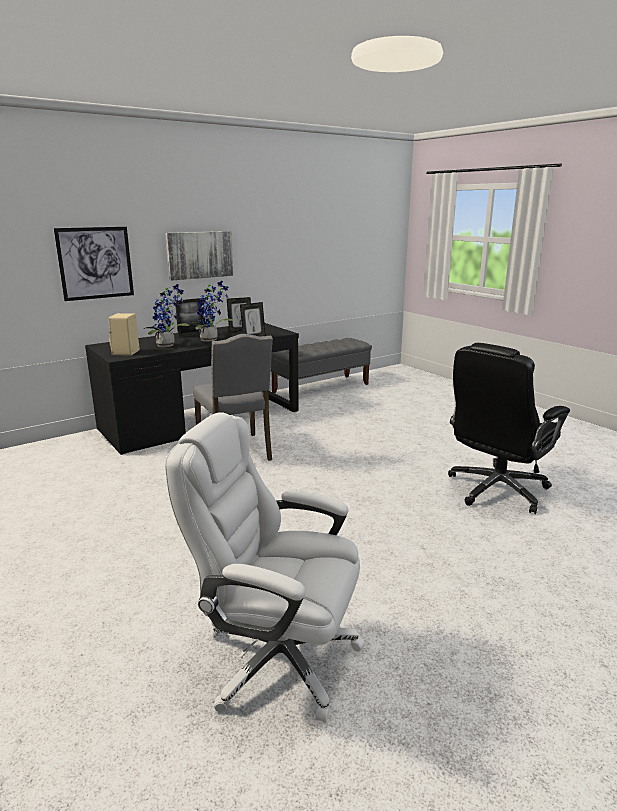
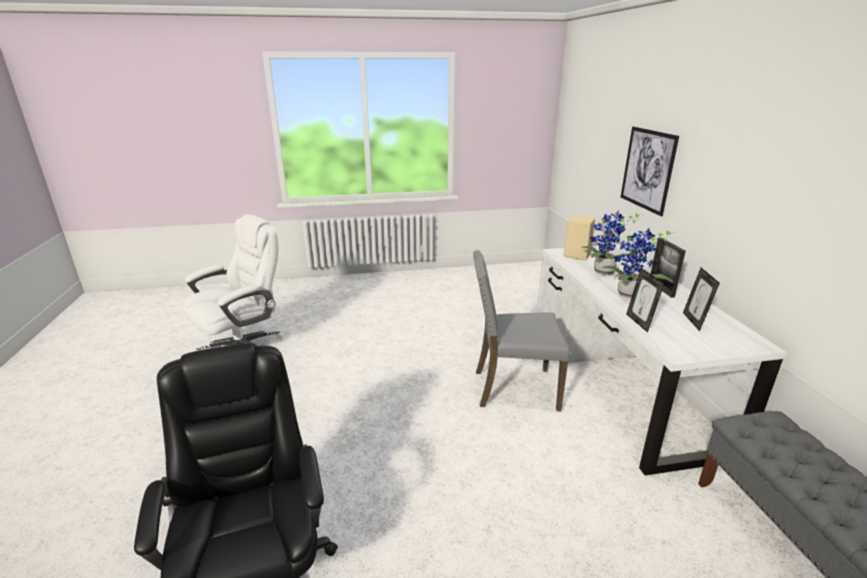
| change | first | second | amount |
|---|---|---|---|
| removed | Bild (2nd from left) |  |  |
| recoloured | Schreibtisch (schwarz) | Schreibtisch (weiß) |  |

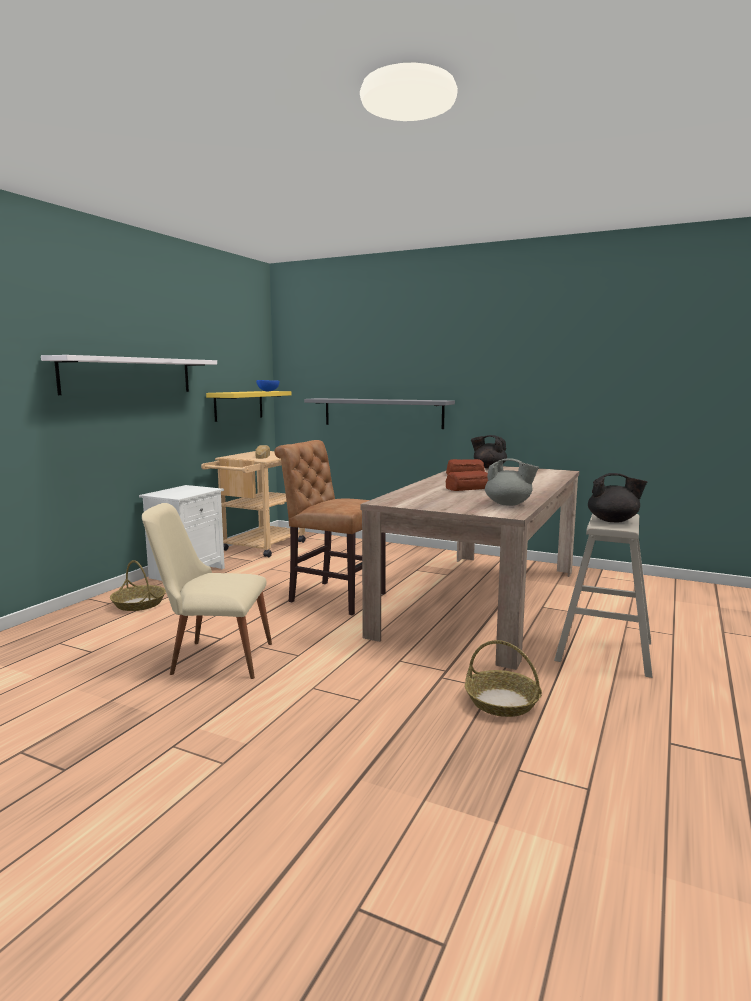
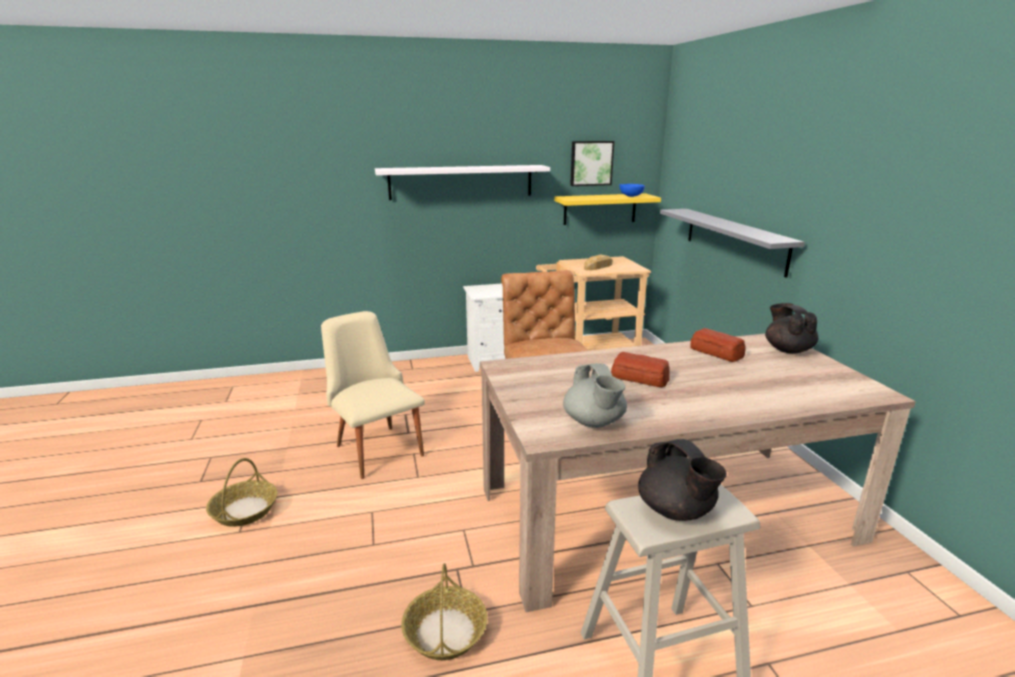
| change | first | second | amount |
|---|---|---|---|
| added |  | Bild |  |
| moved | Korb (1st from left) |  |  |

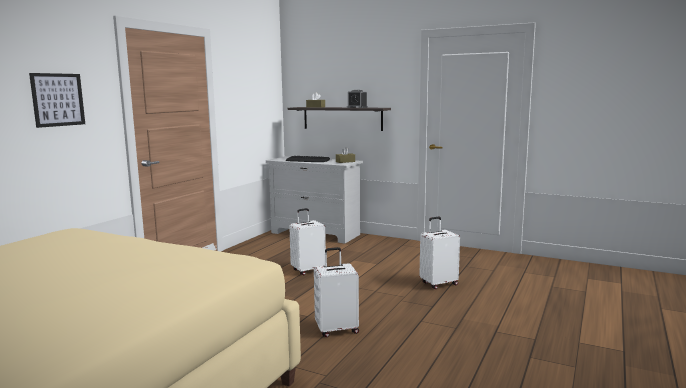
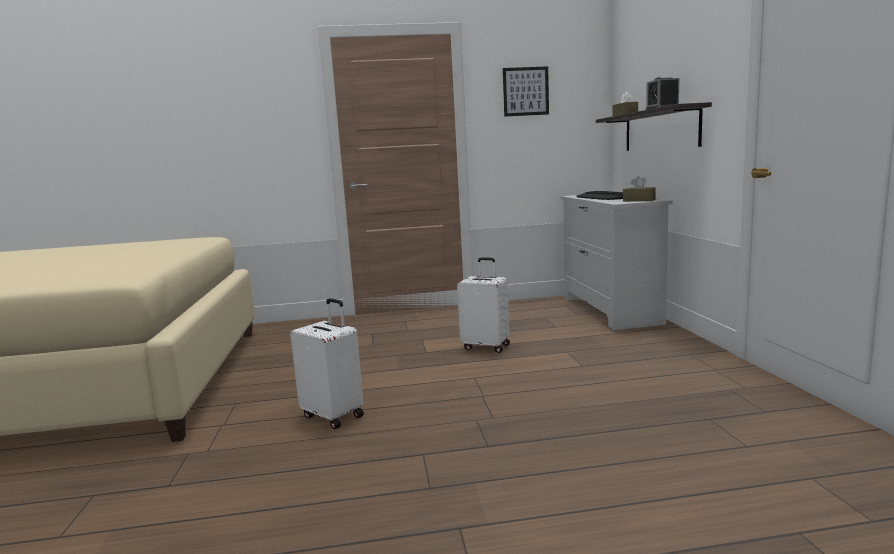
| change | first | second | amount |
|---|---|---|---|
| removed | Koffer (weiß) (3rd from left) |  |  |
| moved | Bild |  |  |

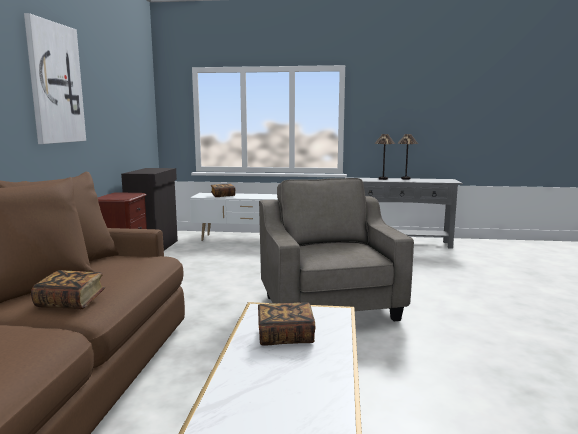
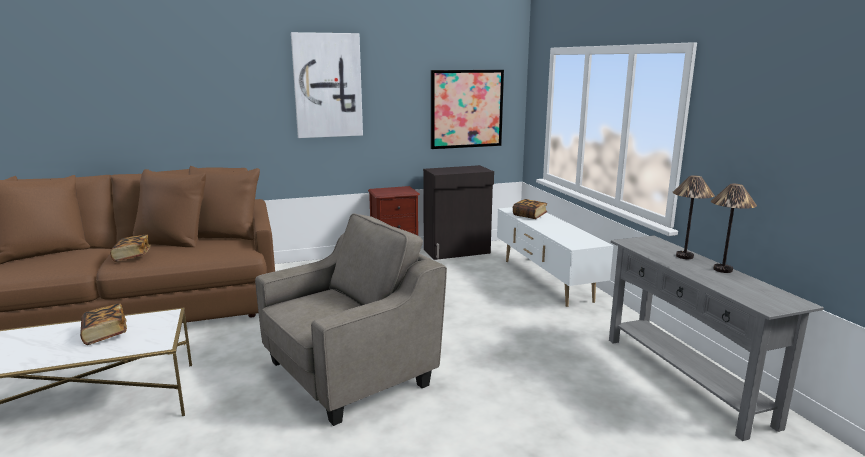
| change | first | second | amount |
|---|---|---|---|
| added |  | Bild (2nd from left) |  |

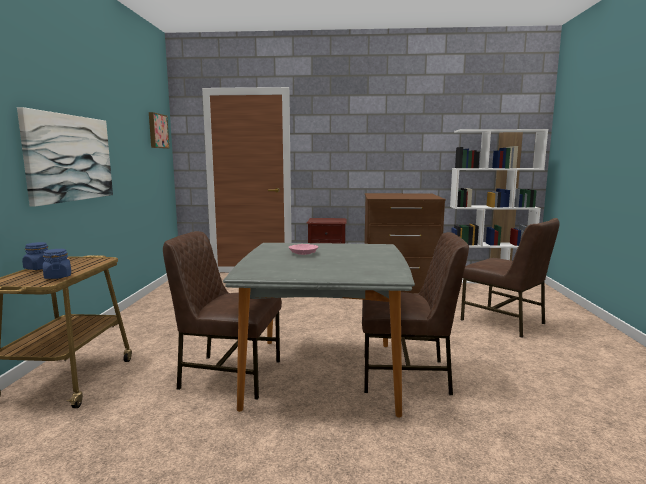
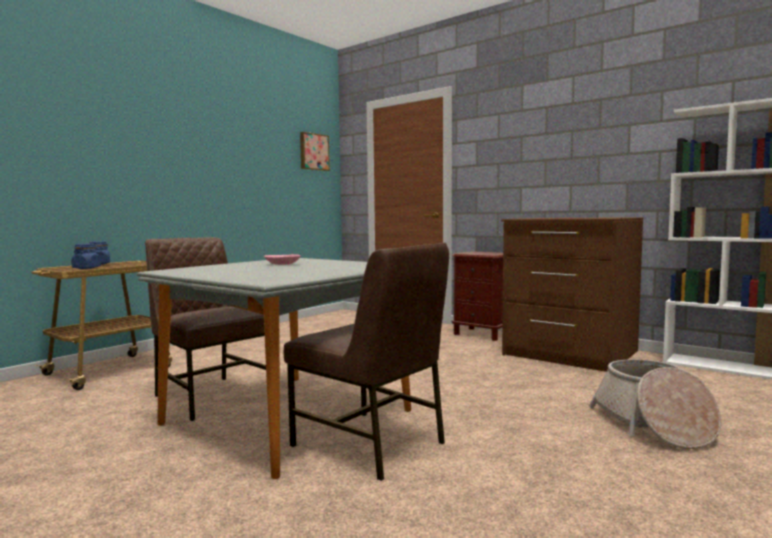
| change | first | second | amount |
|---|---|---|---|
| removed | Bild (1st from left) |  |  |
| replaced | Stuhl (braun) (3rd from left) | Korb |  |

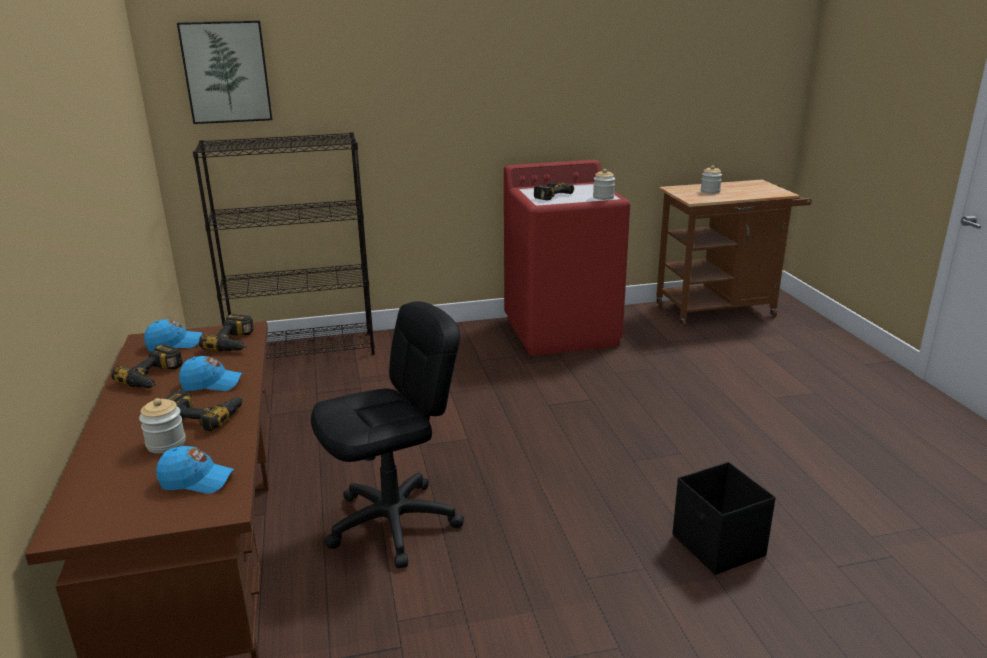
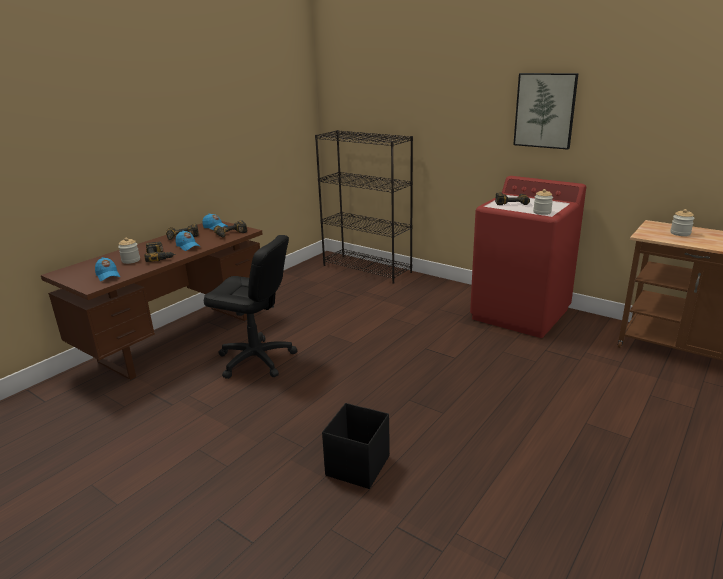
| change | first | second | amount |
|---|---|---|---|
| moved | Bild |  |  |

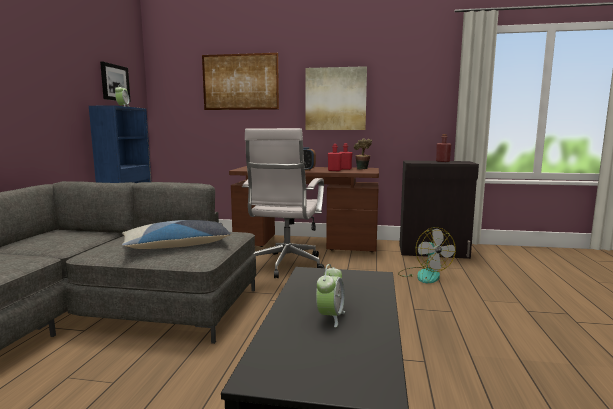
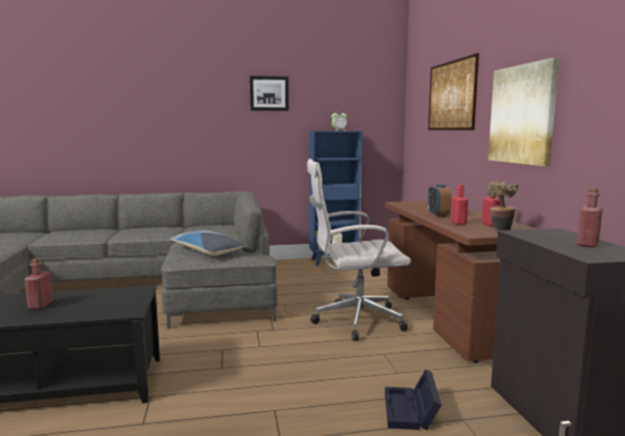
| change | first | second | amount |
|---|---|---|---|
| moved | Bild (1st from left) |  |  |
| replaced | Wecker (3rd from left) | Flasche (rot) (1st from left) |  |
| replaced | Ventilator | Aufbewahrungsbox (schwarz) |  |

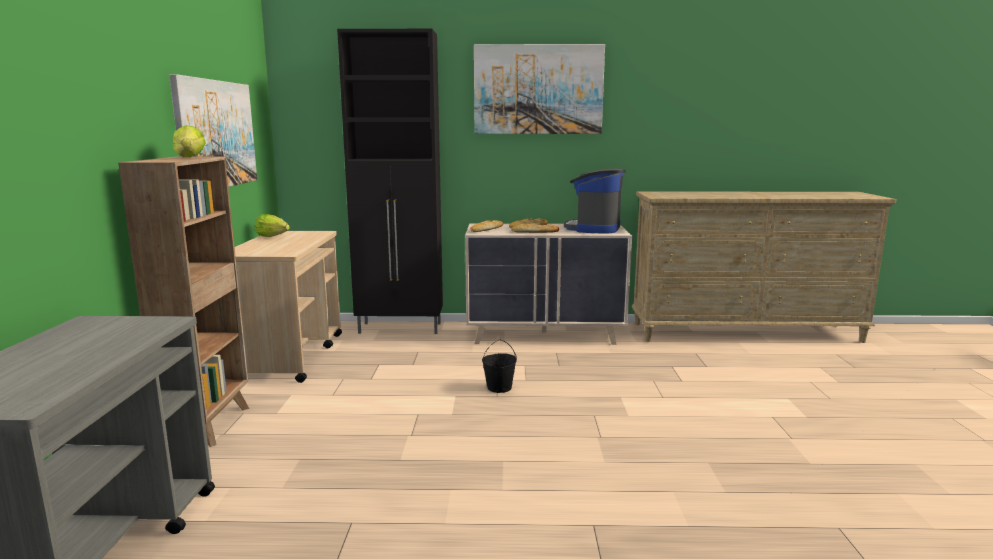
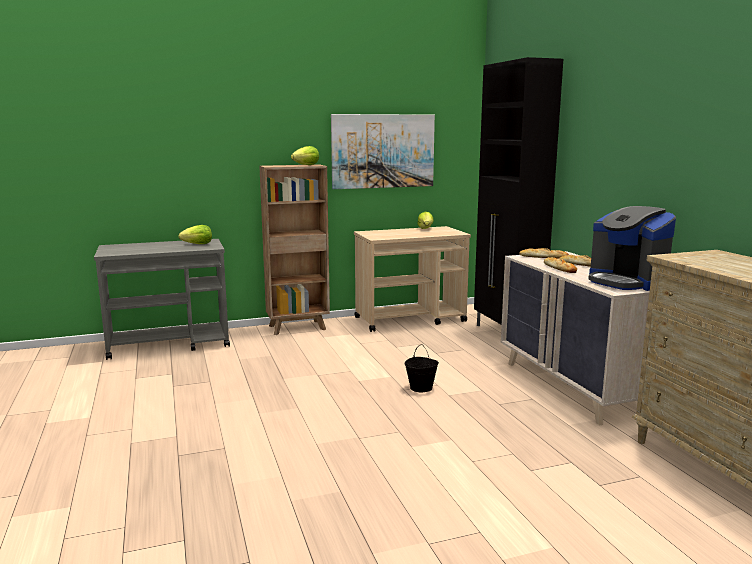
| change | first | second | amount |
|---|---|---|---|
| removed | Bild (2nd from left) |  |  |
| added |  | Salatkopf (1st from left) |  |
| turned | Kaffeemaschine |  | 120 degrees counterclockwise |

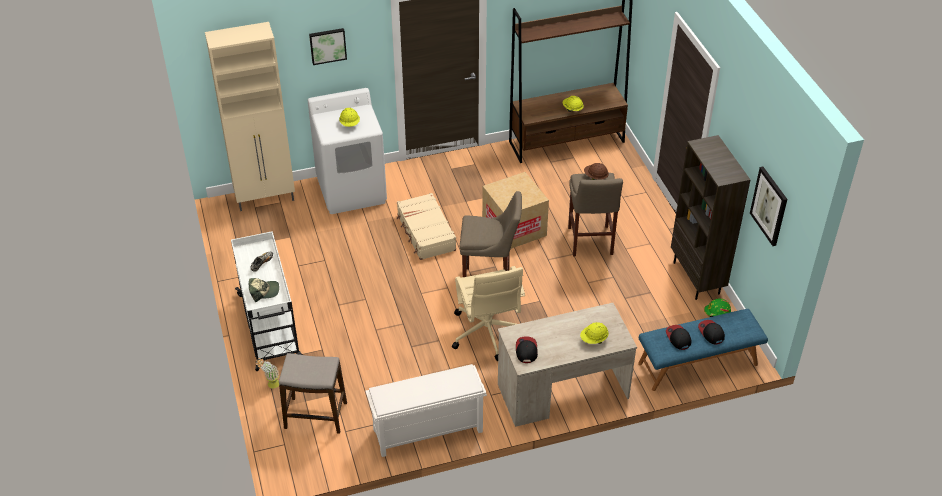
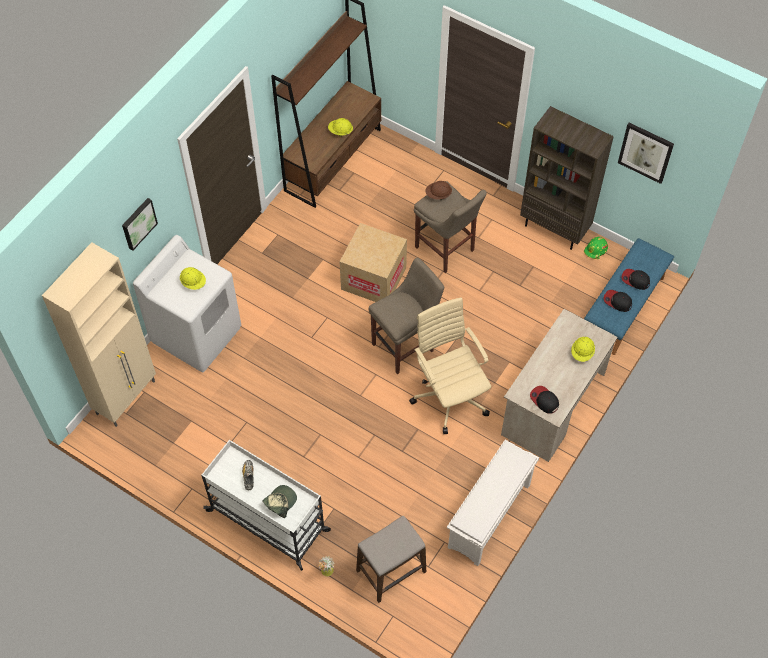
| change | first | second | amount |
|---|---|---|---|
| removed | Koffer (beige) |  |  |
| turned | Bürostuhl (beige) |  | 150 degrees counterclockwise |

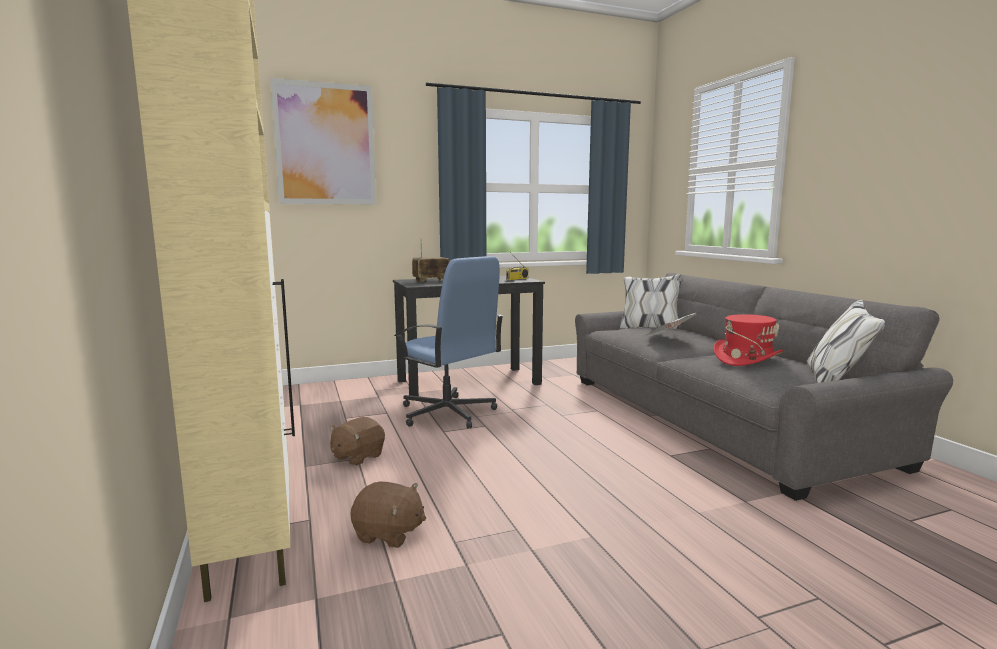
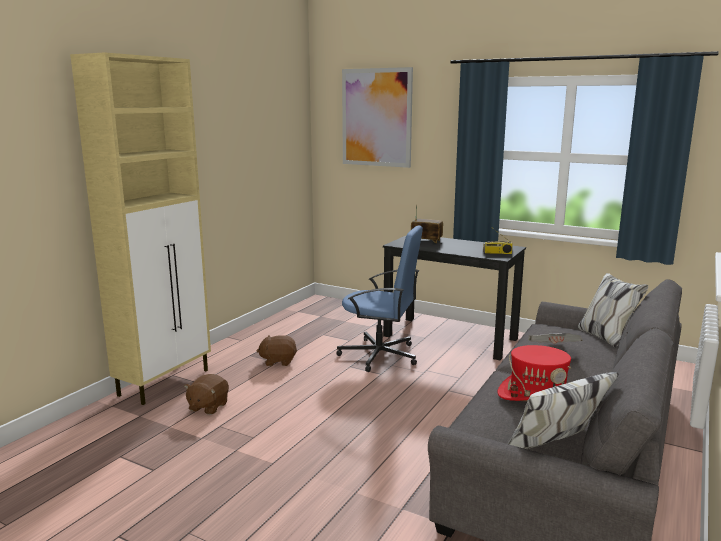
| change | first | second | amount |
|---|---|---|---|
| turned | Plüschtier (braun) (2nd from left in the first image) | Plüschtier (braun) (1st from left) | 45 degrees clockwise |
| turned | Bürostuhl (blau) |  | 75 degrees counterclockwise |

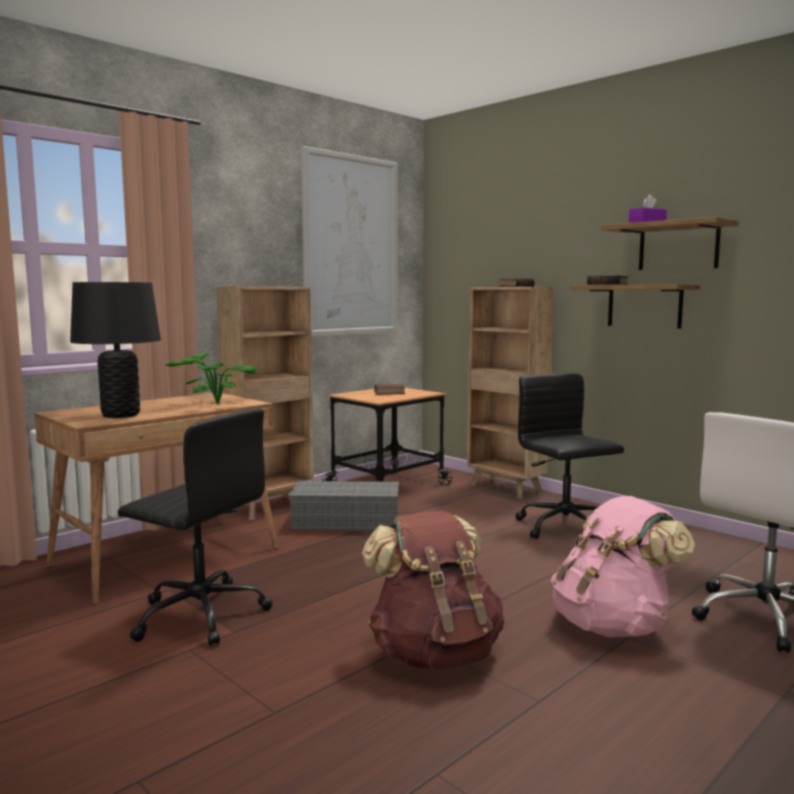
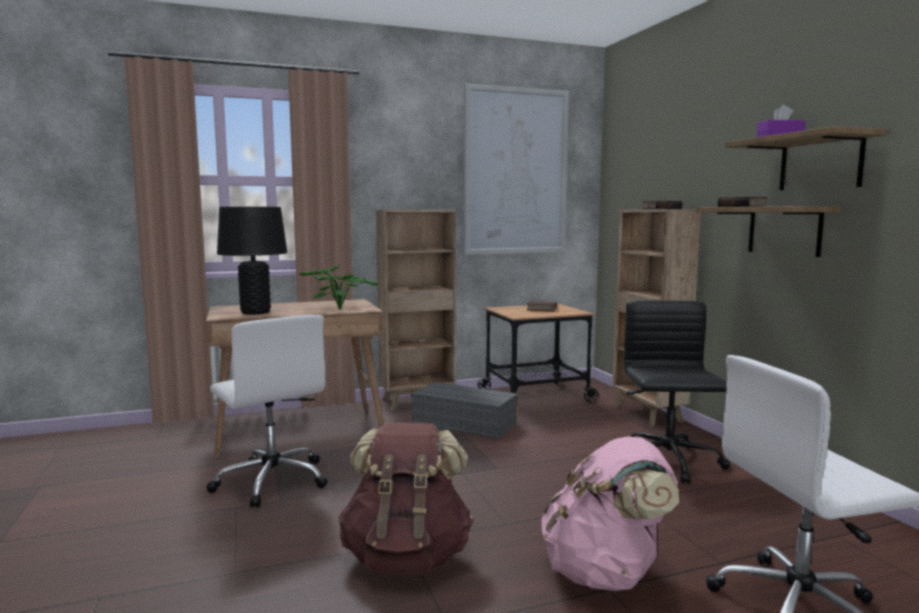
| change | first | second | amount |
|---|---|---|---|
| recoloured | Bürostuhl (schwarz) (1st from left) | Bürostuhl (weiß) (1st from left) |  |

